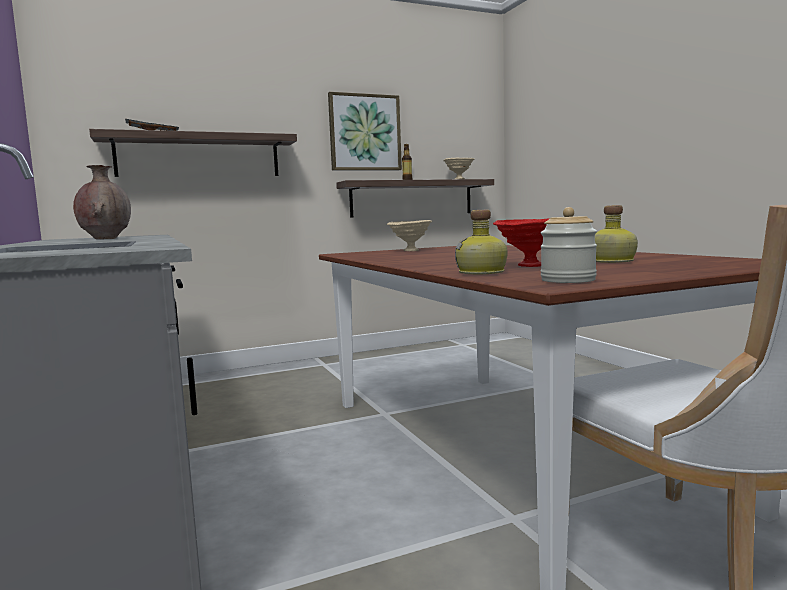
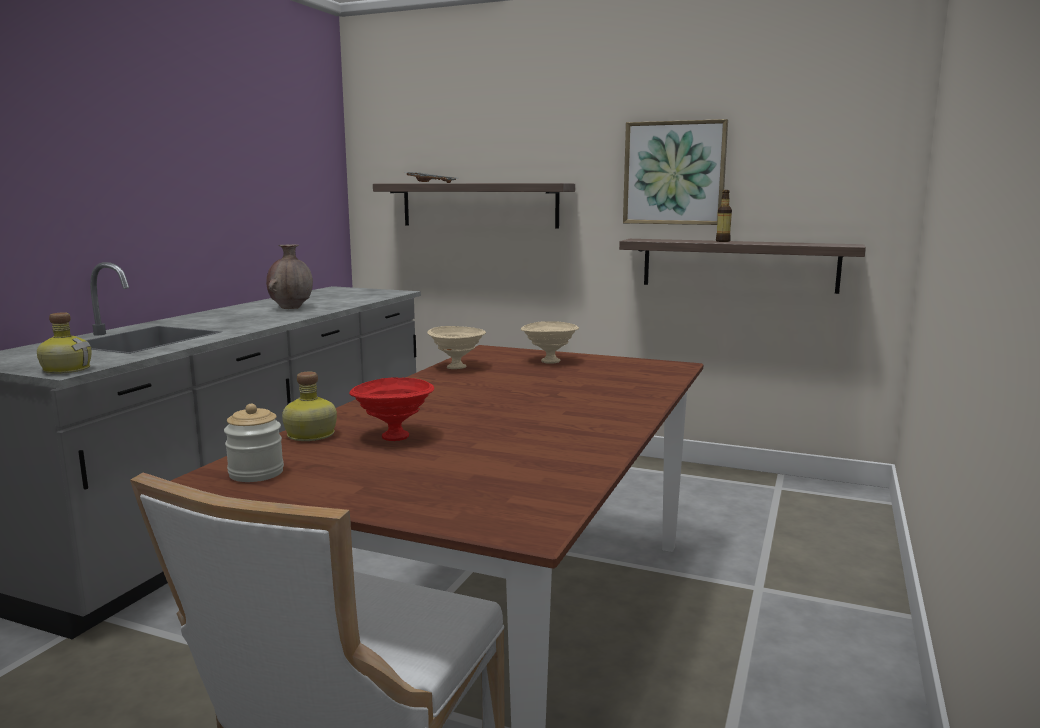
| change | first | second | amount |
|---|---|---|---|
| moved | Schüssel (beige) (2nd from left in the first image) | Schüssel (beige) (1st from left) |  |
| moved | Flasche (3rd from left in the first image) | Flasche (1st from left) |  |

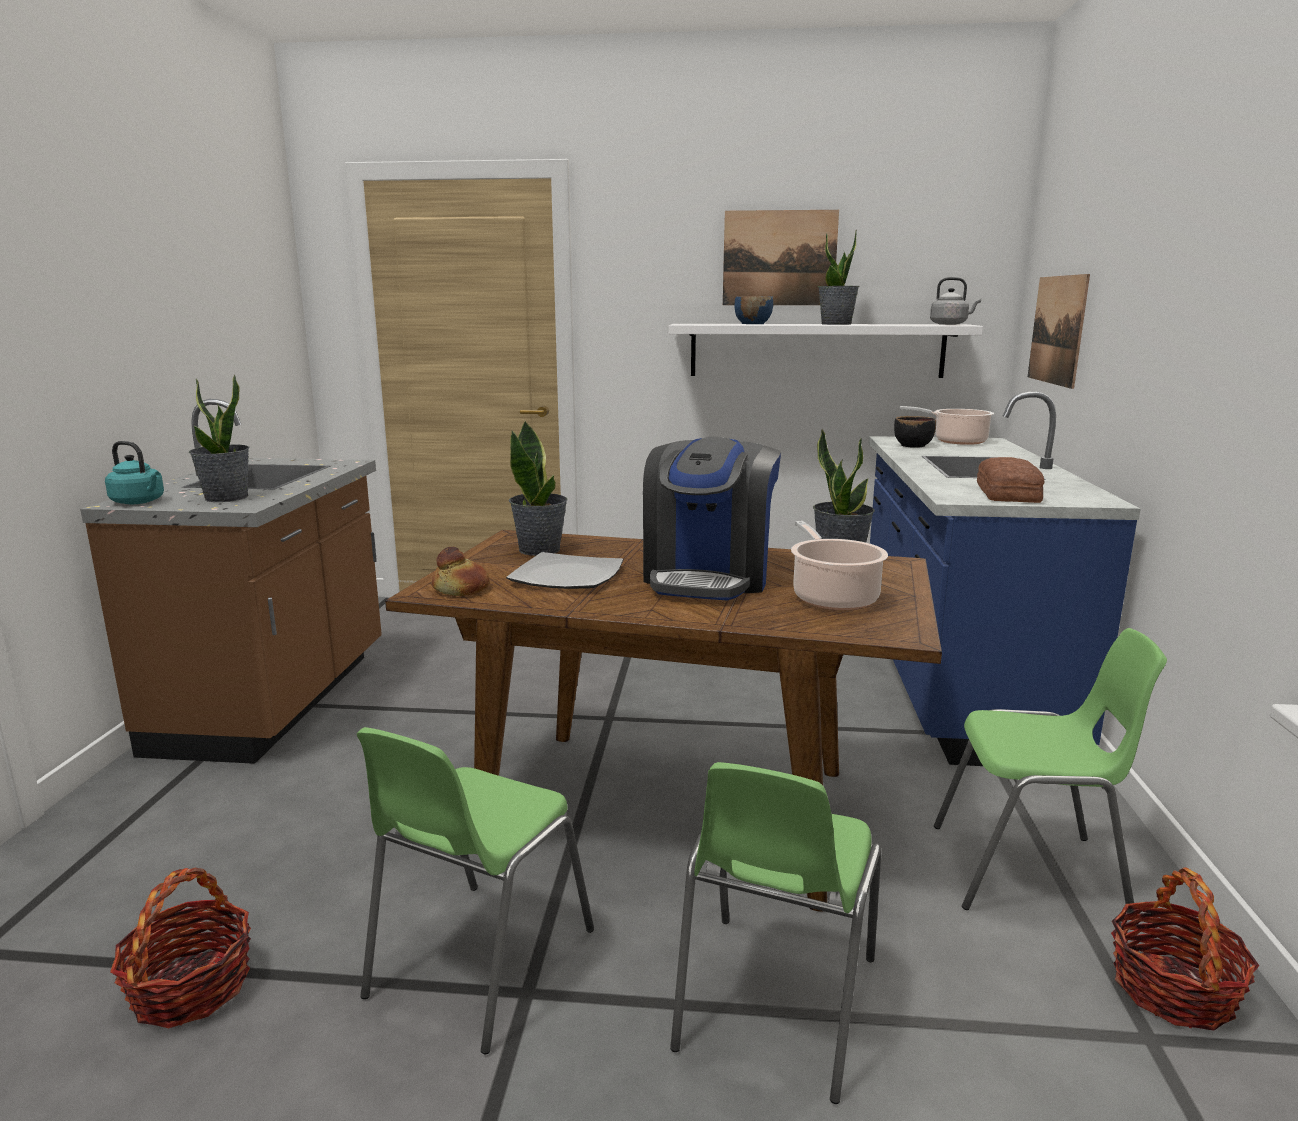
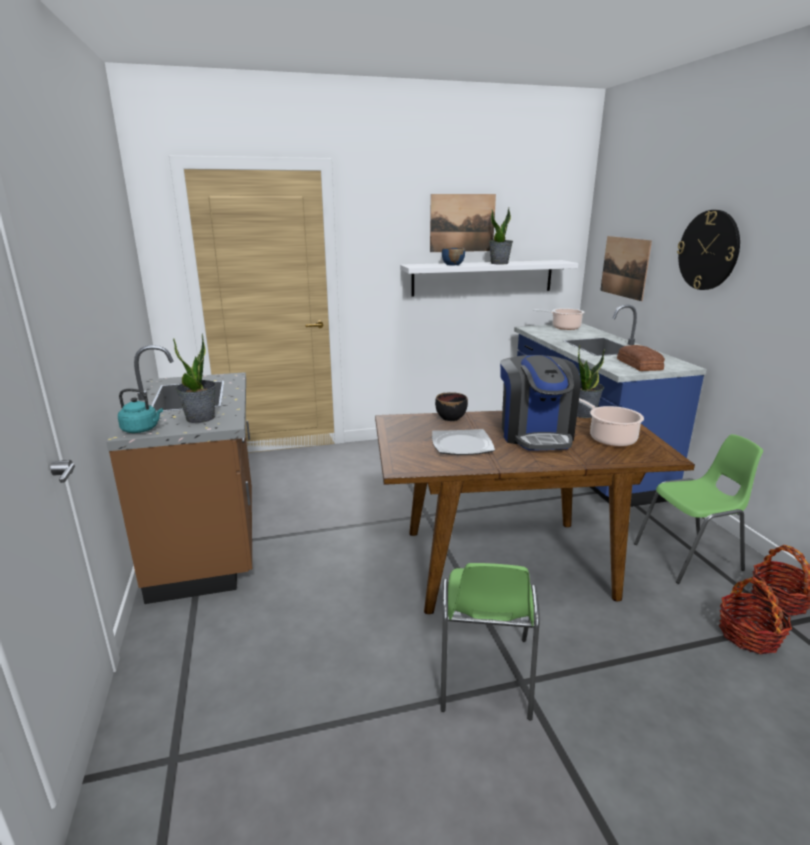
| change | first | second | amount |
|---|---|---|---|
| removed | Brot (1st from left) |  |  |
| removed | Topfpflanze (2nd from left) |  |  |
| removed | Stuhl (grün) (2nd from left) |  |  |
| removed | Wasserkessel (grau) |  |  |
| added |  | Wanduhr |  |
| moved | Korb (1st from left) |  |  |
| moved | Schüssel (schwarz) |  |  |

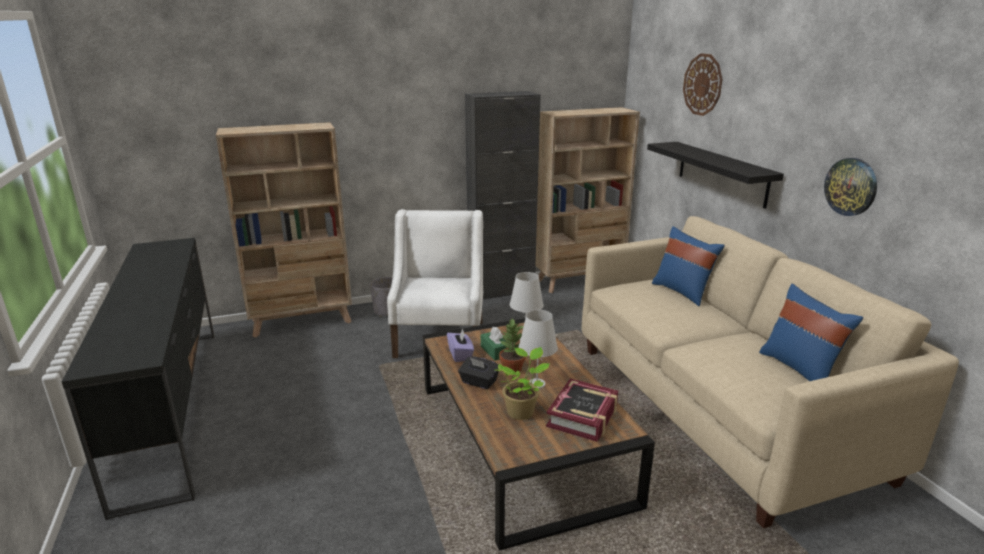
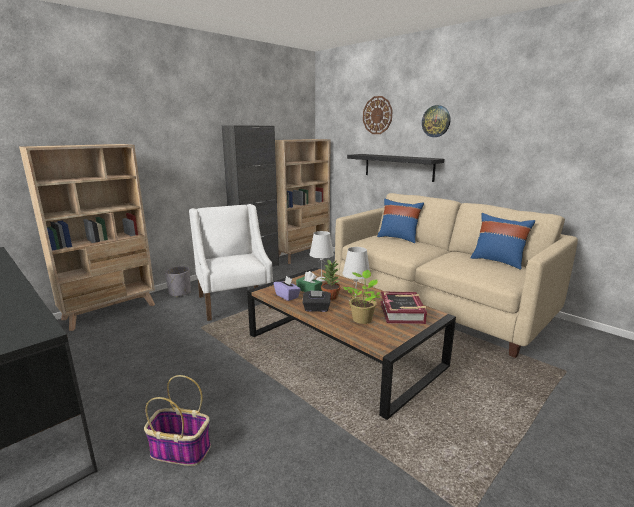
| change | first | second | amount |
|---|---|---|---|
| added |  | Korb |  |
| moved | Wanduhr (2nd from left) |  |  |

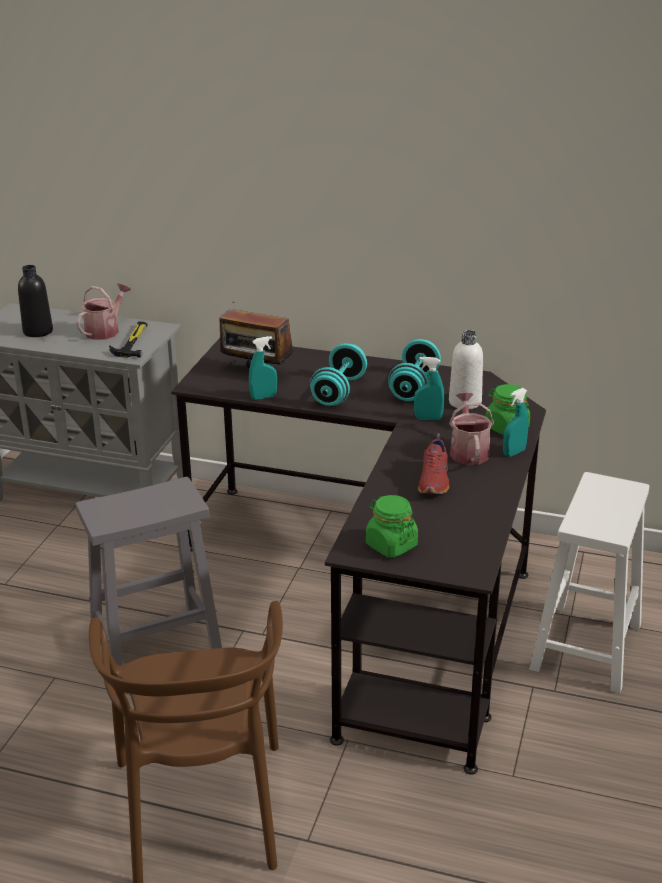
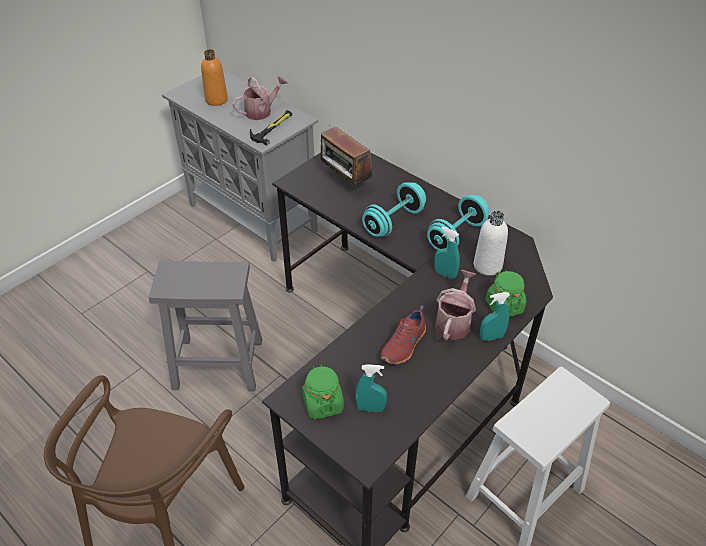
| change | first | second | amount |
|---|---|---|---|
| moved | Sprühflasche (türkis) (1st from left) |  |  |
| recoloured | Flasche (schwarz) | Flasche (orange) |  |

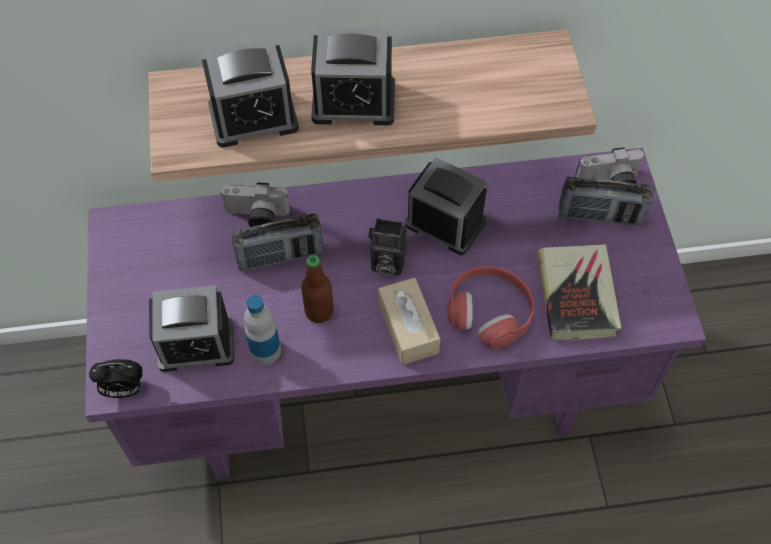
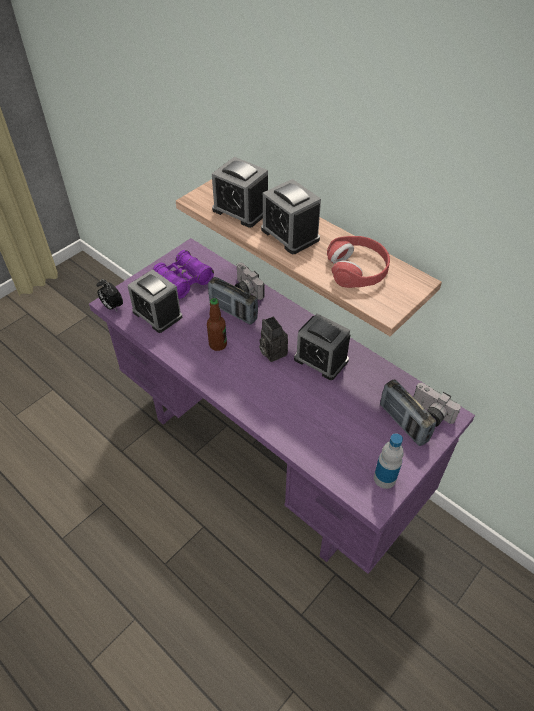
| change | first | second | amount |
|---|---|---|---|
| removed | Taschentuchbox (beige) |  |  |
| removed | Buch |  |  |
| added |  | Fernglas (lila) |  |
| moved | Flasche (1st from left in the first image) | Flasche (2nd from left) |  |
| moved | Kopfhörer (rot) |  |  |
| turned | Wecker (5th from left) |  | 135 degrees clockwise |

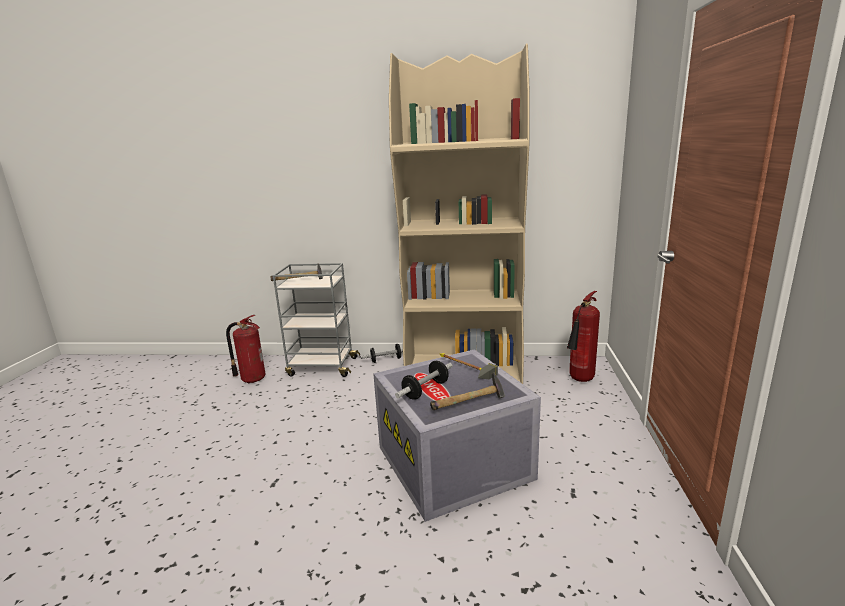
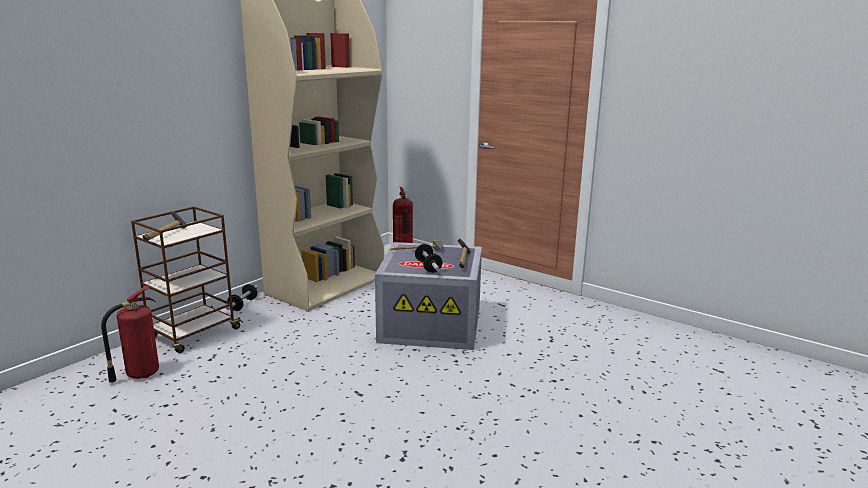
| change | first | second | amount |
|---|---|---|---|
| recoloured | Rollwagen (grau) | Rollwagen (braun) |  |

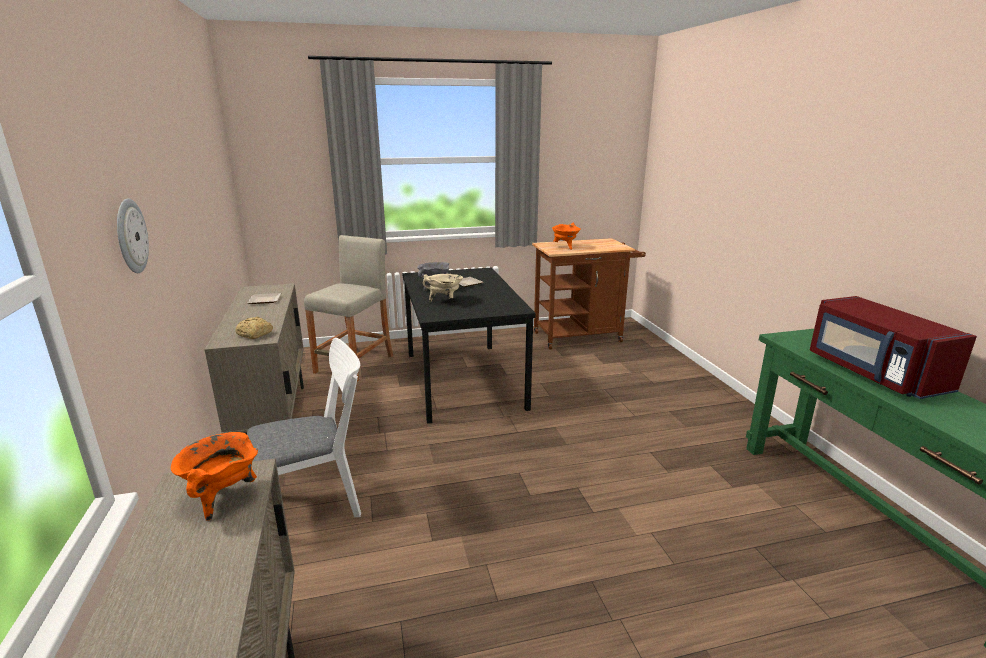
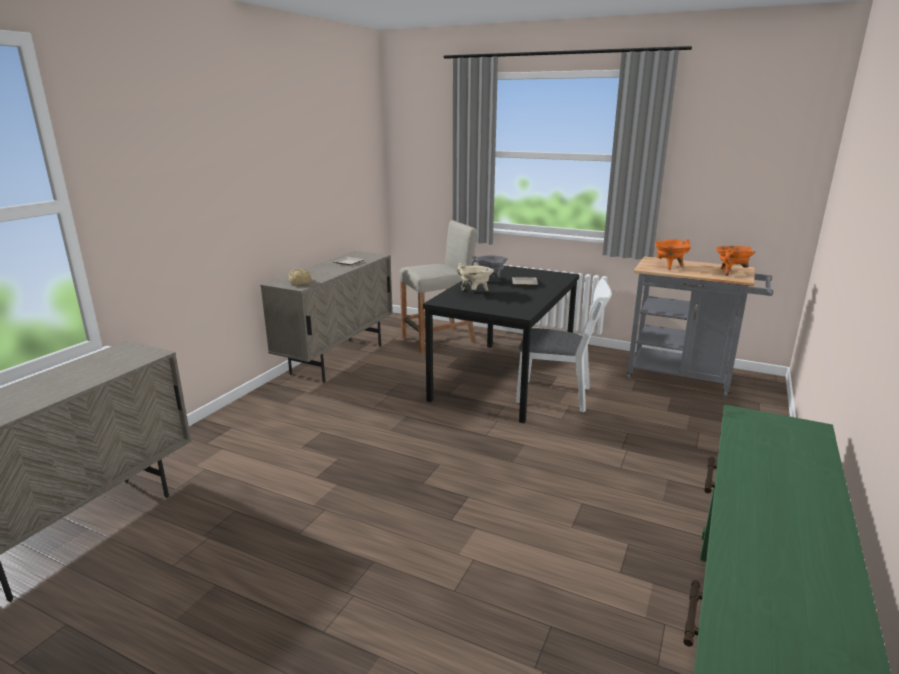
| change | first | second | amount |
|---|---|---|---|
| removed | Wanduhr |  |  |
| removed | Mikrowelle (rot) |  |  |
| moved | Kochtopf (orange) (1st from left in the first image) | Kochtopf (orange) (2nd from left) |  |
| moved | Stuhl (weiß) |  |  |
| recoloured | Rollwagen (braun) | Rollwagen (grau) |  |

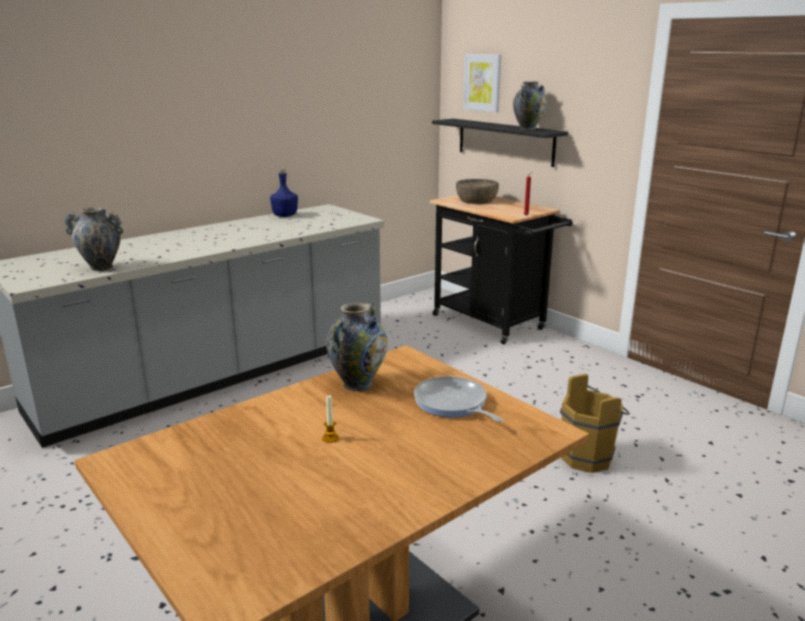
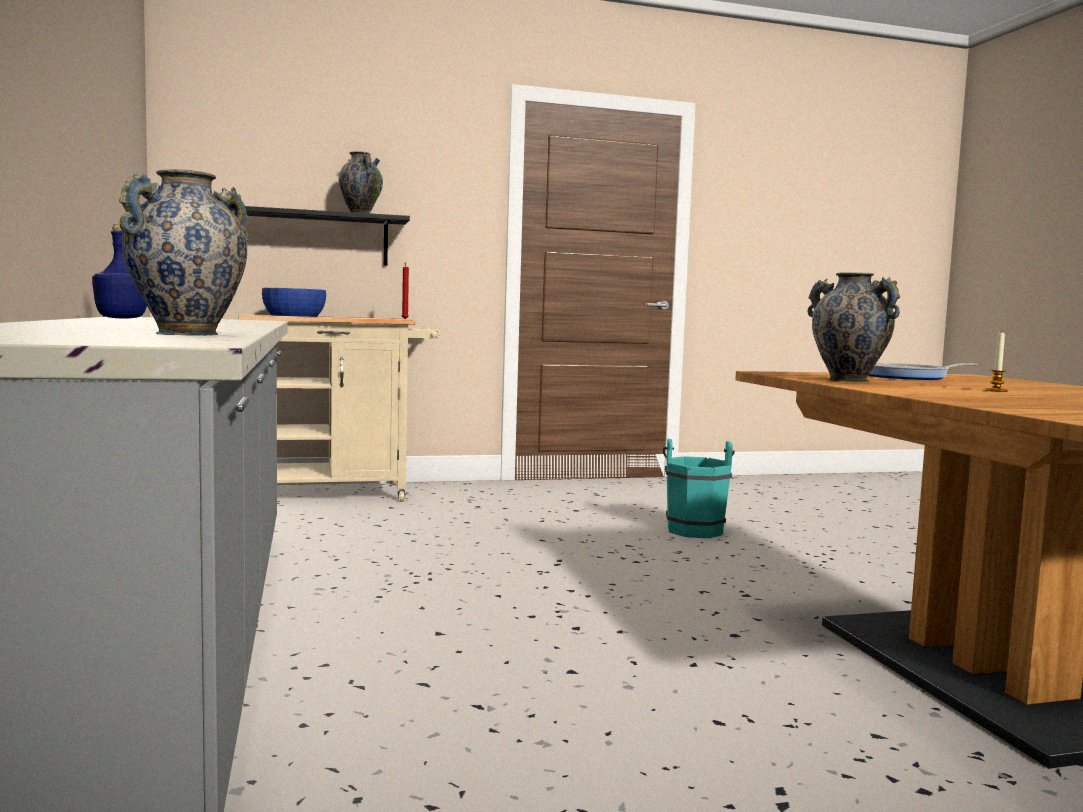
| change | first | second | amount |
|---|---|---|---|
| removed | Bild |  |  |
| recoloured | Rollwagen (schwarz) | Rollwagen (beige) |  |
| recoloured | Schüssel (braun) | Schüssel (blau) |  |
| recoloured | Eimer (braun) | Eimer (türkis) |  |

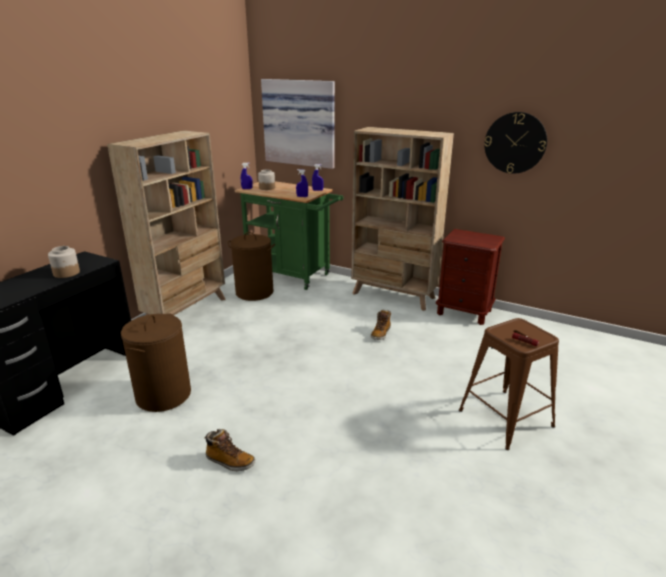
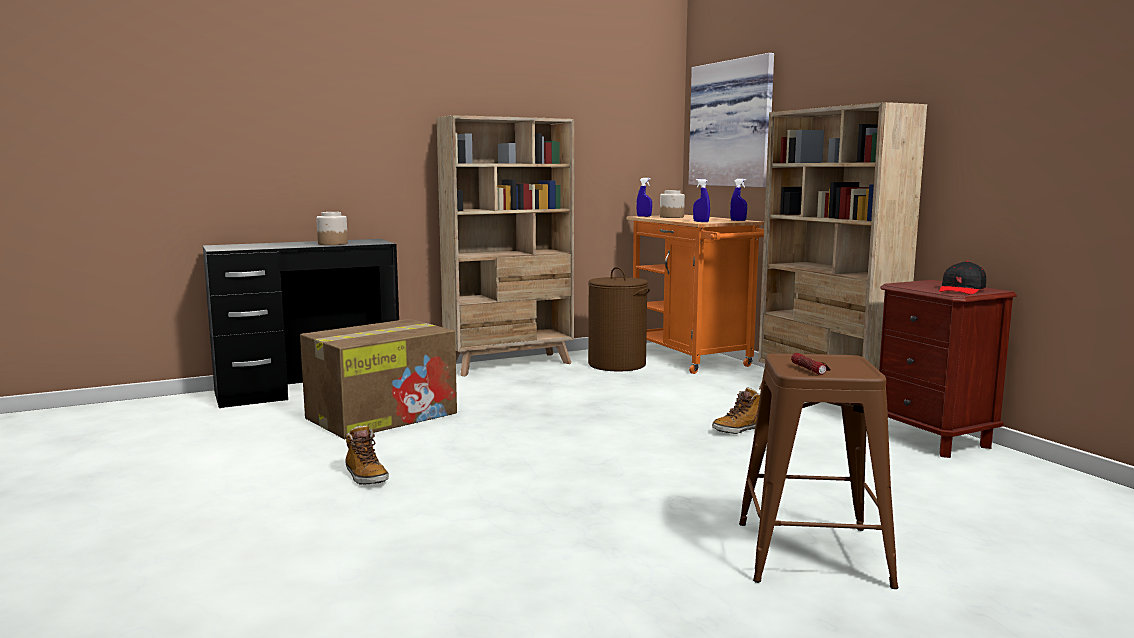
| change | first | second | amount |
|---|---|---|---|
| removed | Wanduhr |  |  |
| added |  | Kappe (schwarz) |  |
| replaced | Wäschekorb (braun) (1st from left) | Karton |  |
| recoloured | Rollwagen (grün) | Rollwagen (orange) |  |

